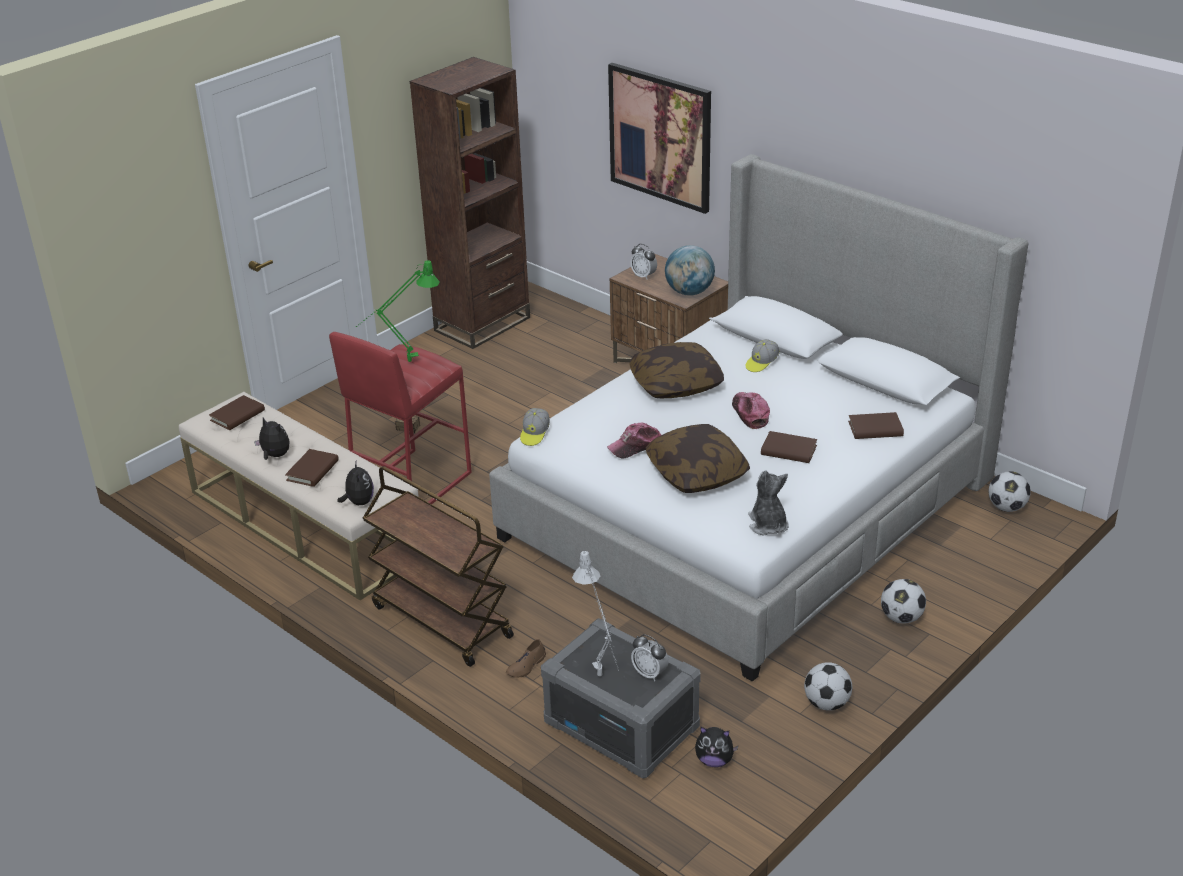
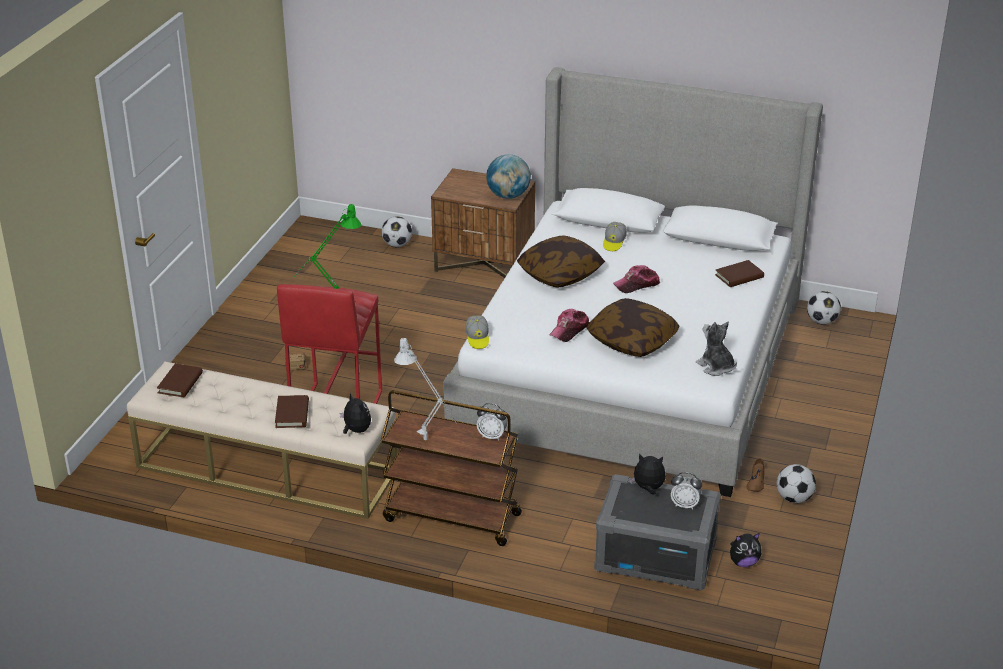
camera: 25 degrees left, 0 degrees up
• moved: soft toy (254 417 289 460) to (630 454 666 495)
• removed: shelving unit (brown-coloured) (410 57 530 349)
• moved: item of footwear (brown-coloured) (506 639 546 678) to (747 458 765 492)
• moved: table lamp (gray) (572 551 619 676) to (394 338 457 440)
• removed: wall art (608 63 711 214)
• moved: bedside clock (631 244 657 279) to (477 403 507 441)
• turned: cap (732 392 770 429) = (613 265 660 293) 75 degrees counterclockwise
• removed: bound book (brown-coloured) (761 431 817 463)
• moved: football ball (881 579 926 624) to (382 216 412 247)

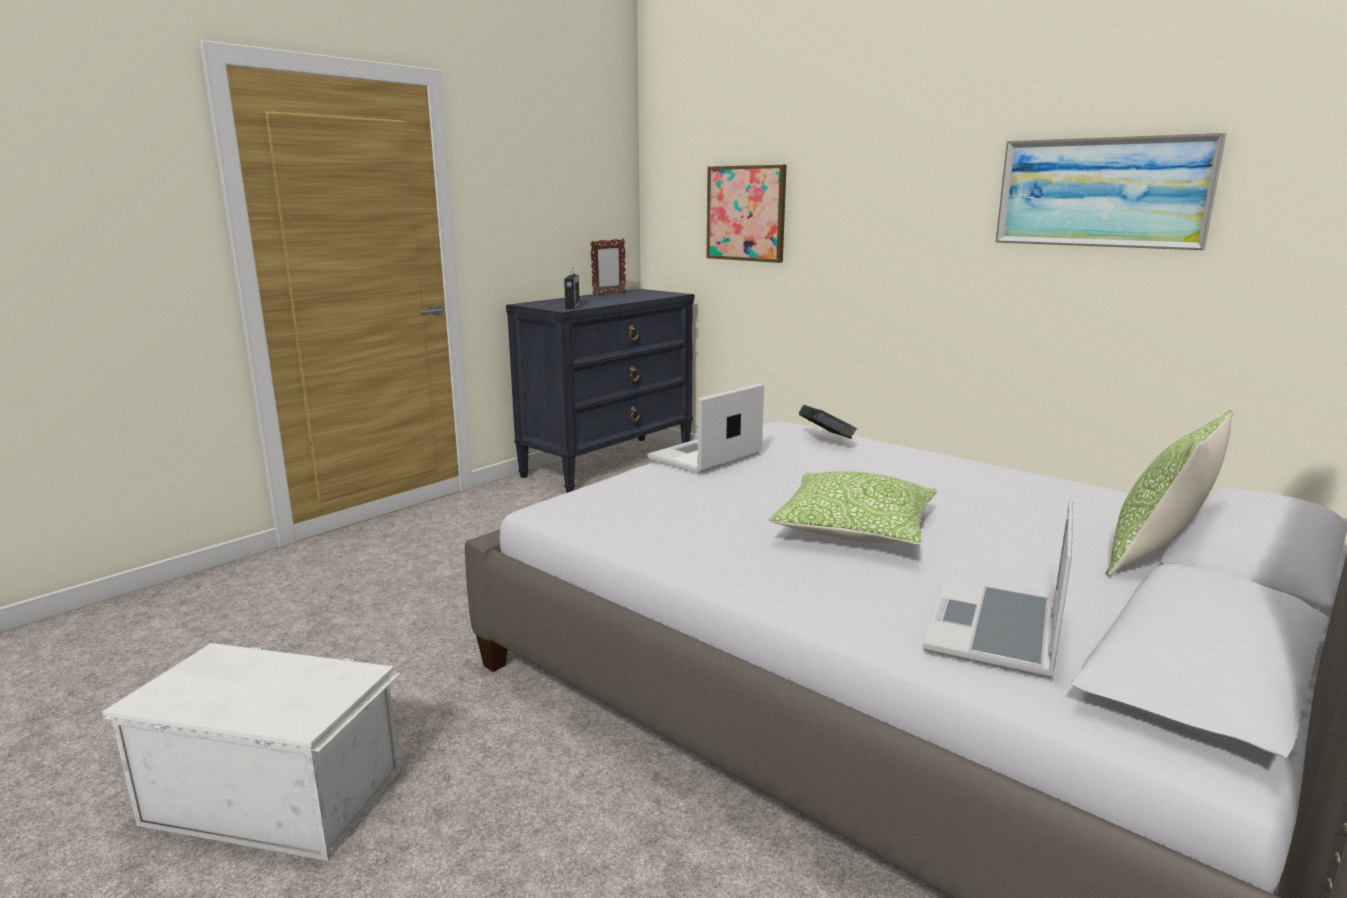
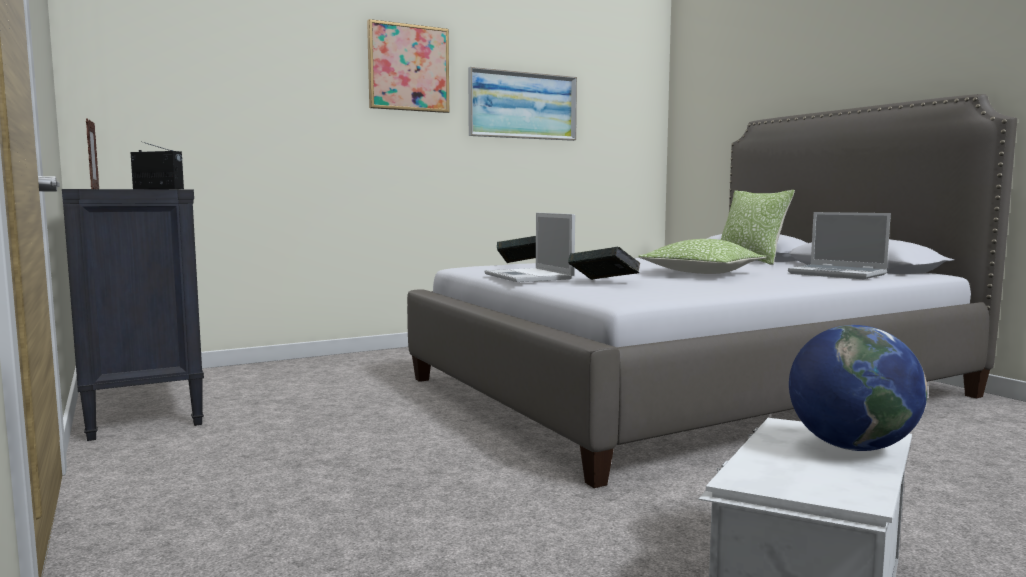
camera: 70 degrees left, 10 degrees down
• moved: wall art (707 165 786 263) to (367 19 450 113)
• added: bound book (568 247 641 280)
• added: world globe (789 325 927 451)

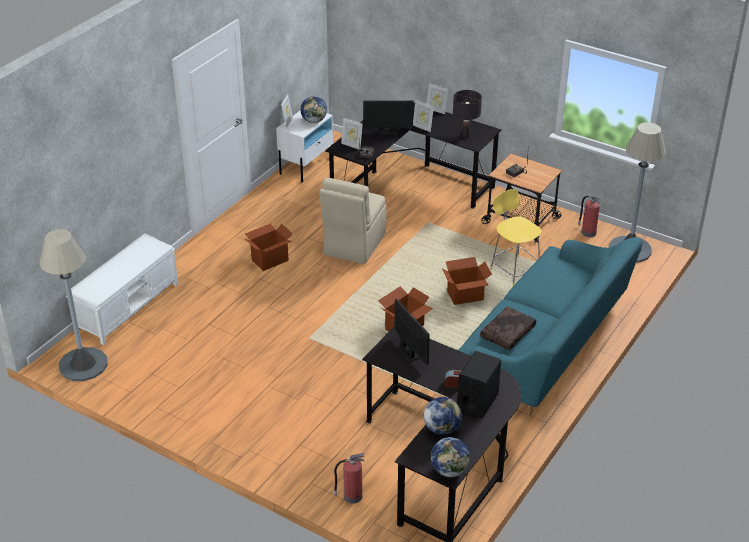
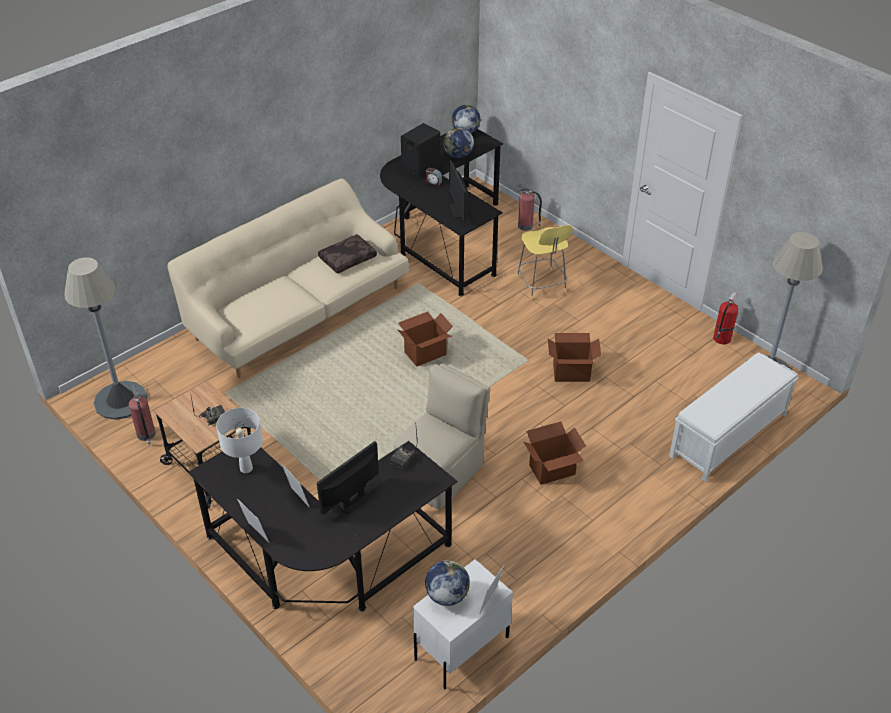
camera: 165 degrees left, 5 degrees up
• removed: picture frame (341 118 363 150)
• turned: computer screen (363 100 413 135) = (317 441 379 515) 60 degrees counterclockwise
• moved: packing box (442 257 492 305) to (548 333 601 382)
• recoloured: table lamp (black) (453 90 482 138) to table lamp (white) (216 408 263 473)
• recoloured: settee (turquoise) (458 237 643 416) to settee (beige) (168 179 409 378)
• moved: stool seat (yellow) (490 189 542 286) to (517 225 573 300)
• added: fire extinguisher (713 292 738 344)

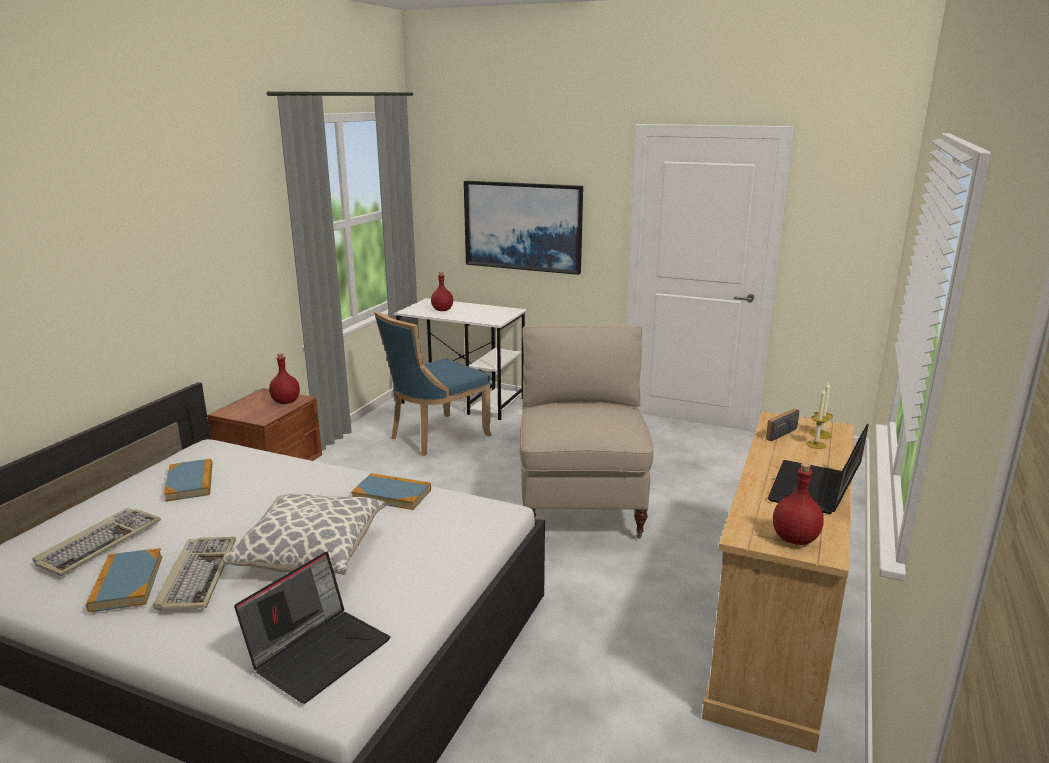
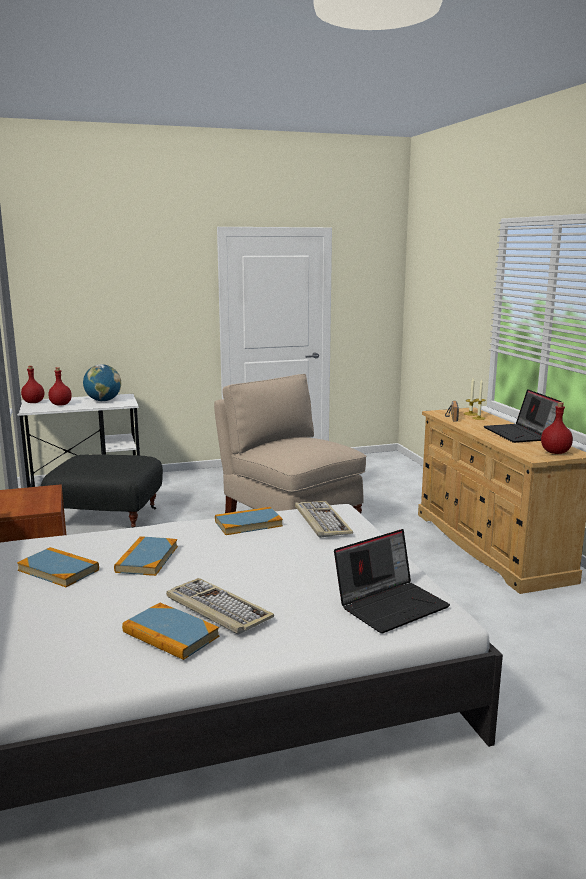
camera: 40 degrees left, 5 degrees down
• moved: computer keyboard (33 508 161 576) to (295 501 353 538)
• removed: cushion (223 494 385 575)
• turned: laptop (234 552 390 704) = (334 529 450 634) 60 degrees clockwise
• moved: drink bottle (red-coloured) (269 353 300 404) to (21 366 44 403)
• replaced: chair (bluish) (374 311 492 456) to pouffe (black) (41 454 163 528)
• removed: wall art (464 181 583 275)
• added: world globe (83 364 121 401)
• added: bound book (114 536 178 576)

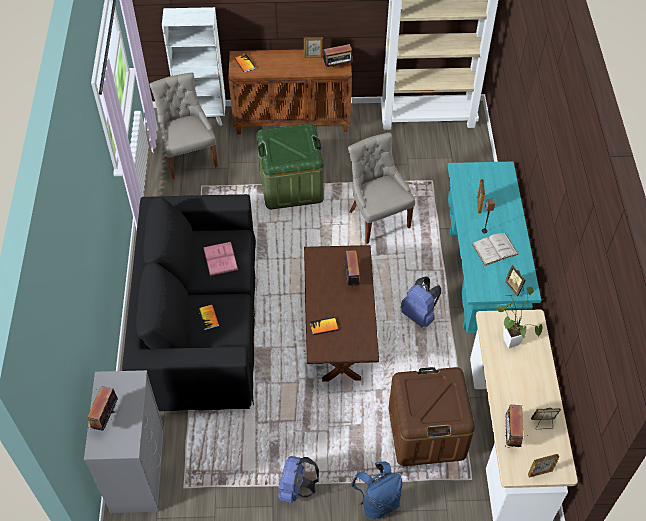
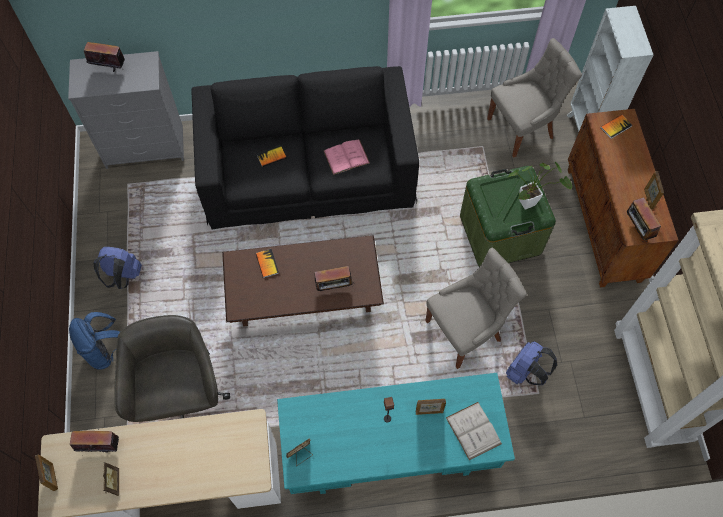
camera: 85 degrees right, 10 degrees up
• replaced: storage container (brown-coloured) (389 367 475 466) to computer chair (gray) (114 315 230 422)
• moved: rucksack (bluish) (401 276 441 328) to (506 341 557 385)
• moved: bound book (white) (472 233 519 266) to (446 402 502 460)
• moved: houseplant (496 287 543 348) to (508 162 572 210)

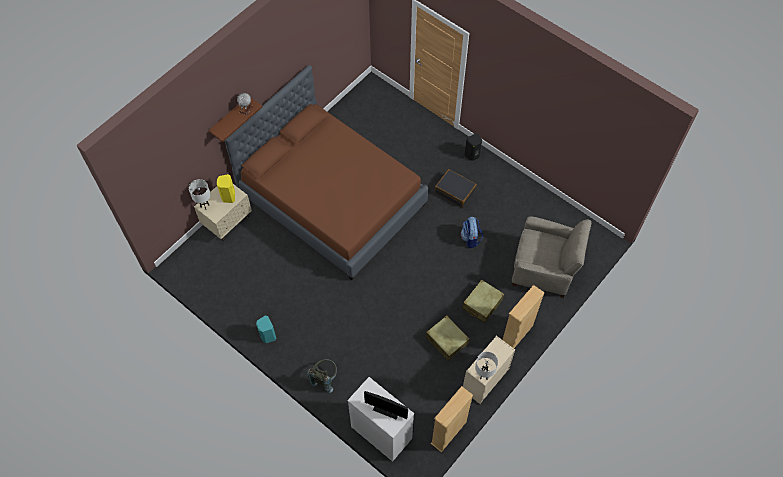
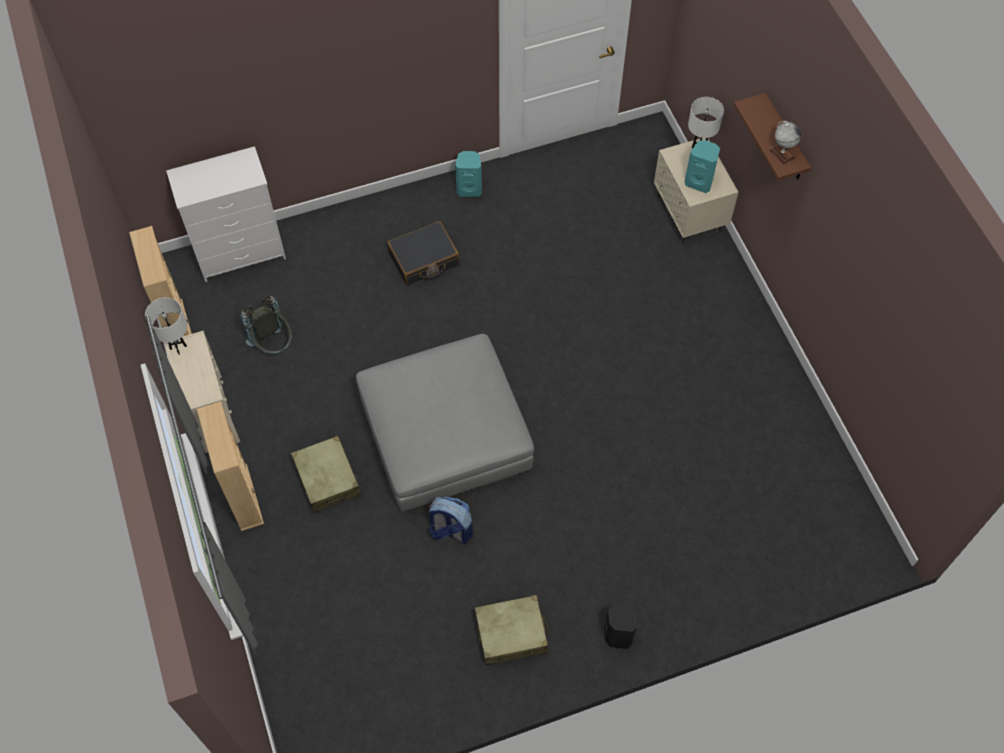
camera: 120 degrees right, 0 degrees up
• recoloured: speaker (yellow) (217 174 235 203) to speaker (turquoise) (684 140 720 193)
• removed: bed (brown-coloured) (224 65 428 280)
• moved: rucksack (gray) (307 359 337 393) to (240 296 292 354)
• removed: computer screen (364 391 408 419)
• moved: travel case (beige) (425 315 470 361) to (475 595 549 666)
• moved: travel case (black) (435 169 477 208) to (387 221 460 285)
• removed: easy chair (beige) (512 217 591 298)
• added: pouffe (gray) (356 334 534 511)

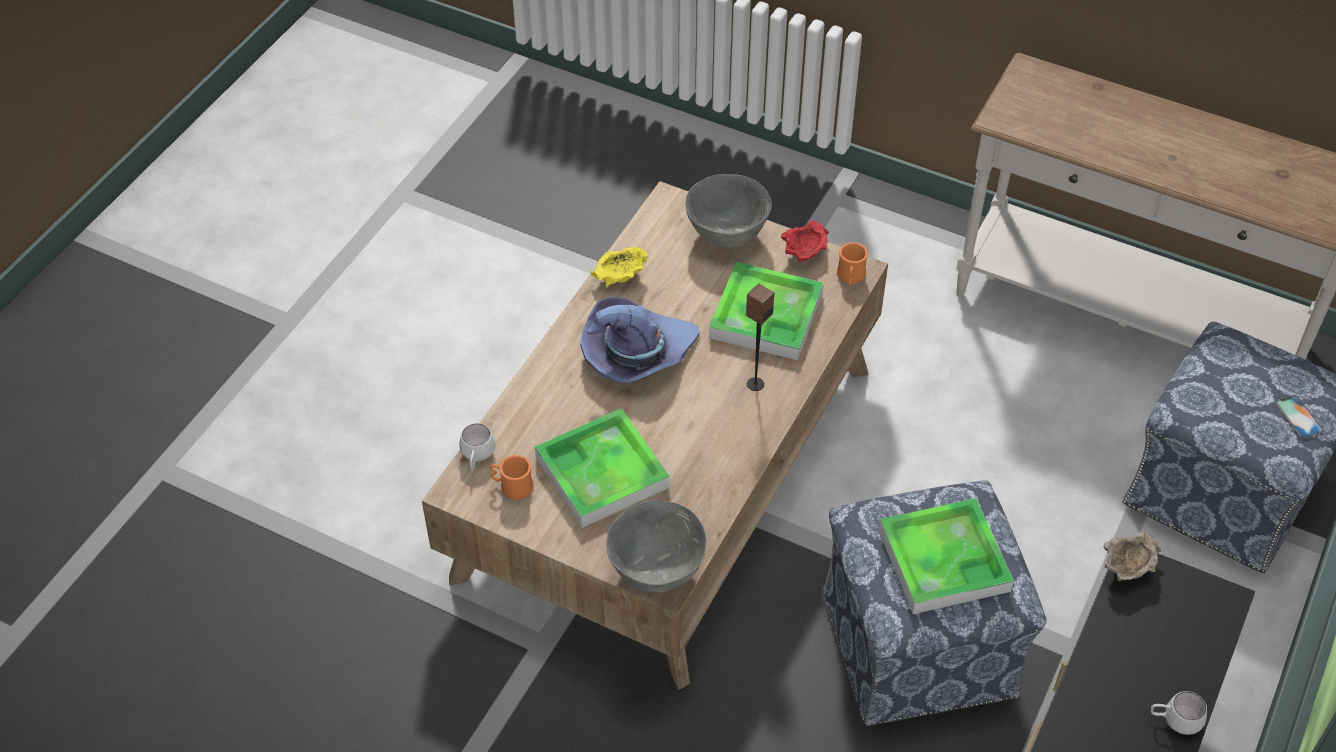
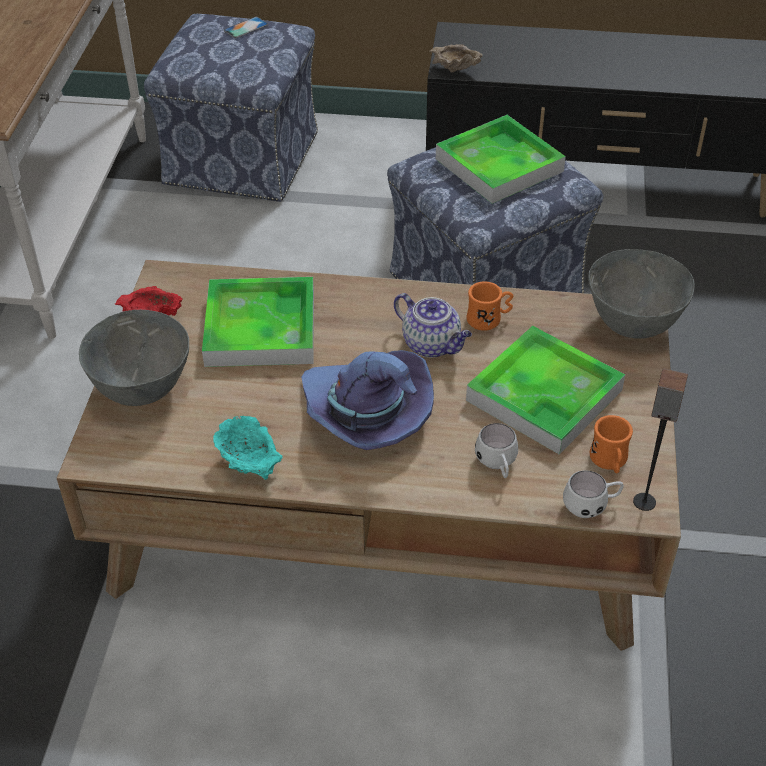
camera: 110 degrees left, 5 degrees down
• recoloured: serving bowl (yellow) (591 247 648 288) to serving bowl (turquoise) (213 416 283 480)
• moved: speaker (746 283 774 391) to (633 368 688 511)
• moved: coffee mug (orange) (837 242 868 286) to (467 281 513 331)
• moved: coffee mug (white) (1151 691 1207 735) to (475 423 518 478)
• added: teapot (394 293 472 358)

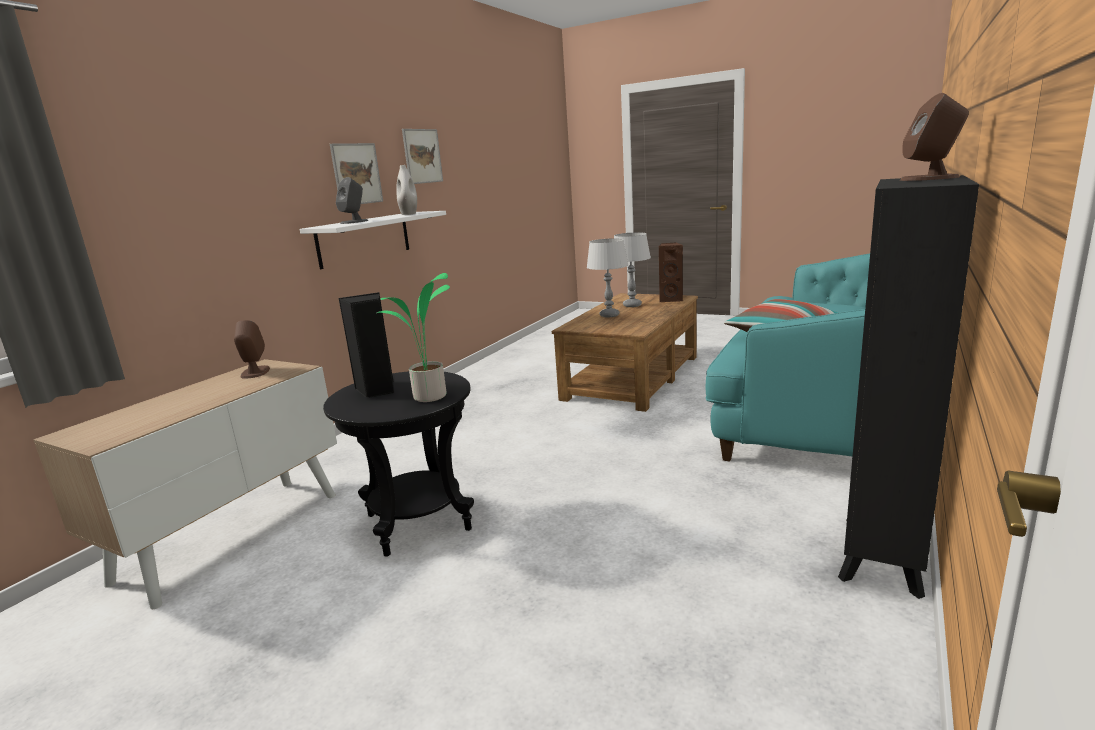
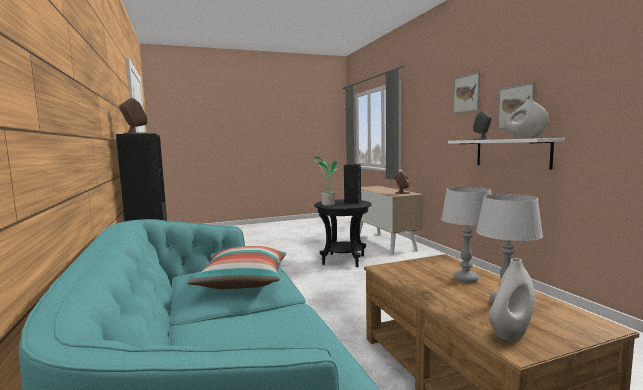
camera: 130 degrees right, 10 degrees down
• moved: wall art (402 129 443 184) to (453 72 480 113)
• replaced: speaker (brown-coloured) (659 242 683 302) to flower vase (white) (488 258 535 341)

